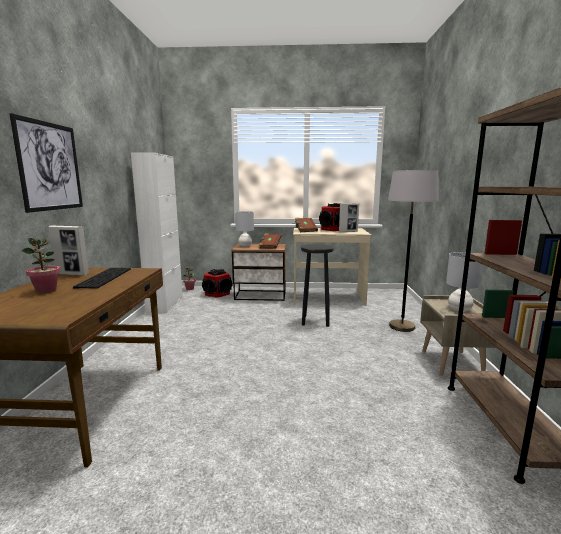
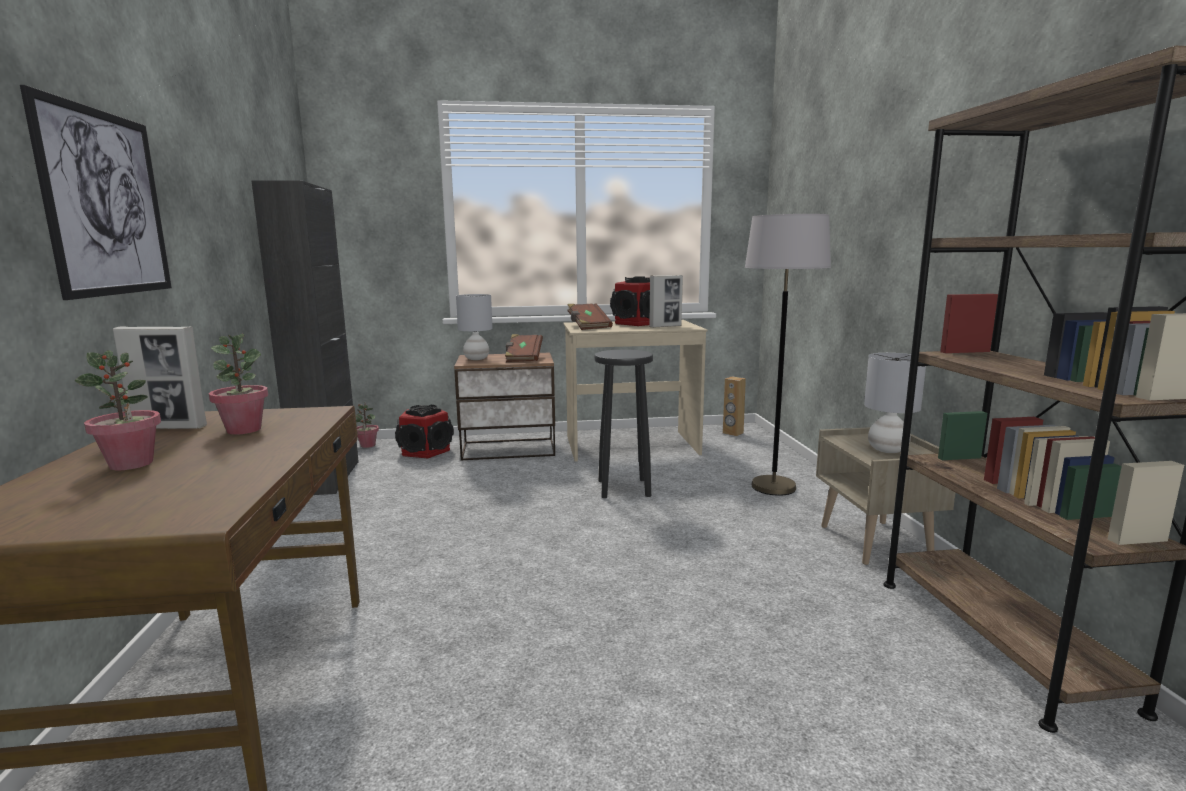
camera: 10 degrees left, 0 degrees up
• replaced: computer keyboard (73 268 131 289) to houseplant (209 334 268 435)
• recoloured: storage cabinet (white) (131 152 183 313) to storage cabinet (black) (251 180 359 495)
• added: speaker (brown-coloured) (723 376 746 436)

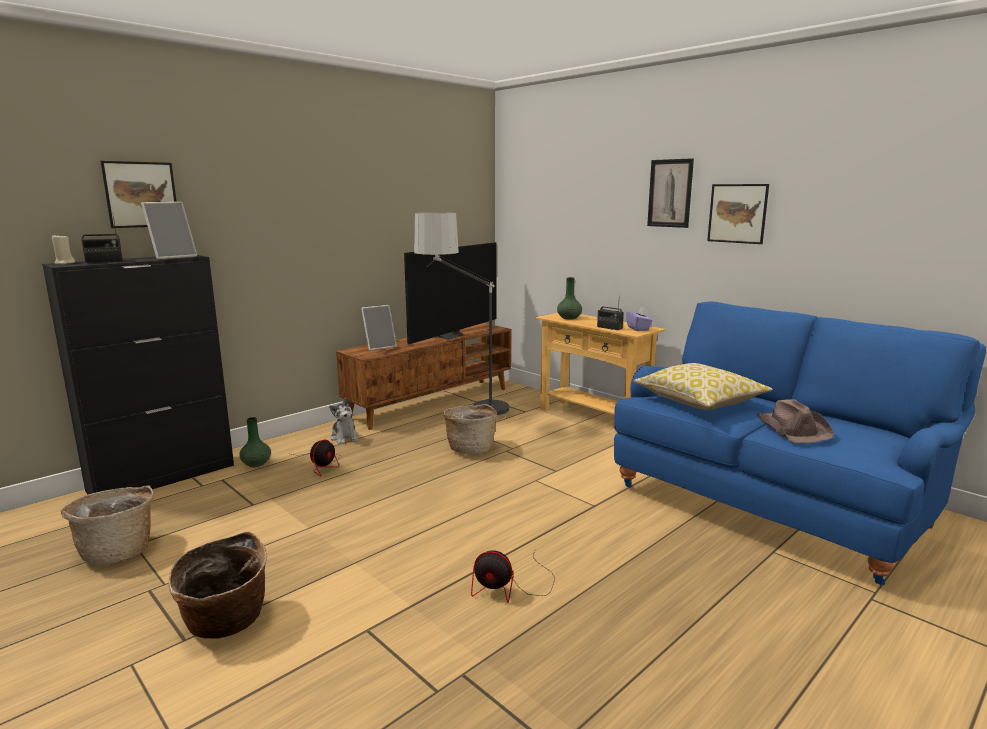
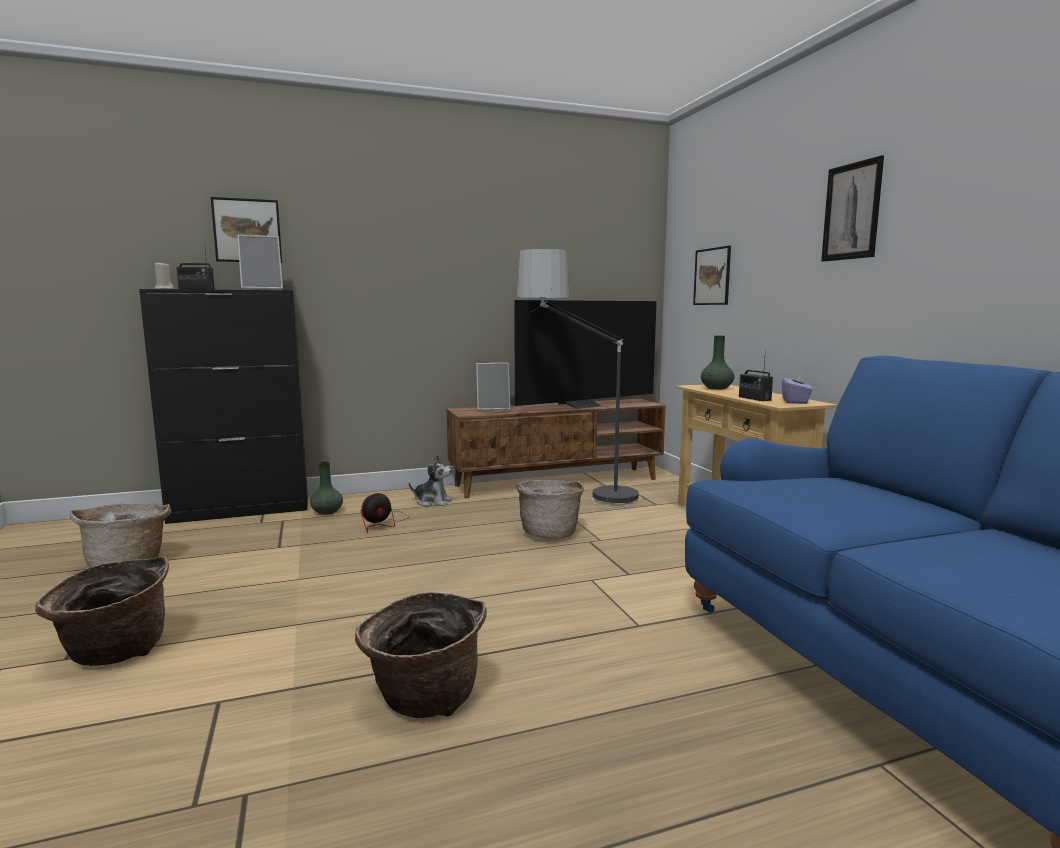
camera: 25 degrees right, 5 degrees down
• turned: soft toy (329 398 358 445) = (409 455 452 507) 75 degrees counterclockwise
• replaced: cooling fan (471 550 555 603) to storage basket (355 592 487 718)
• removed: cushion (633 363 773 410)
• moved: wall art (707 184 769 244) to (693 246 731 305)
• removed: clothing hat (brown-coloured) (756 399 834 443)

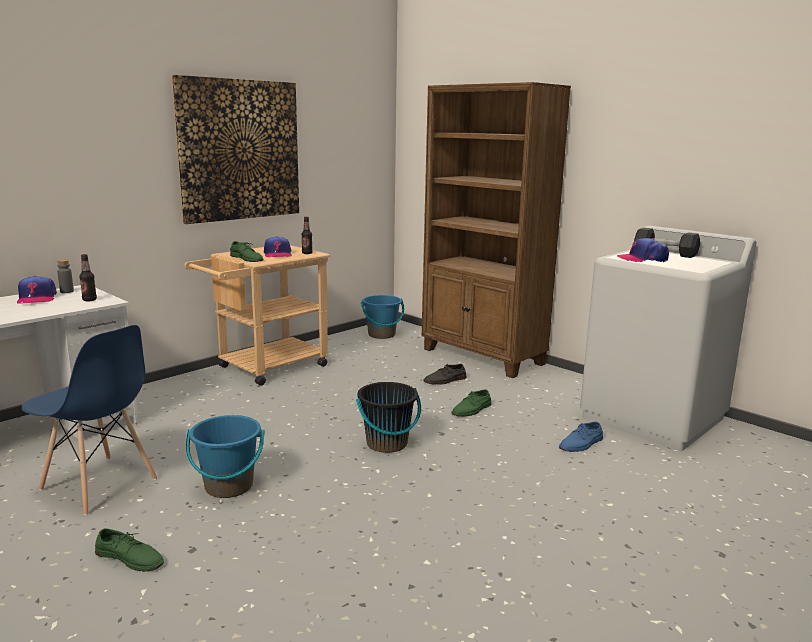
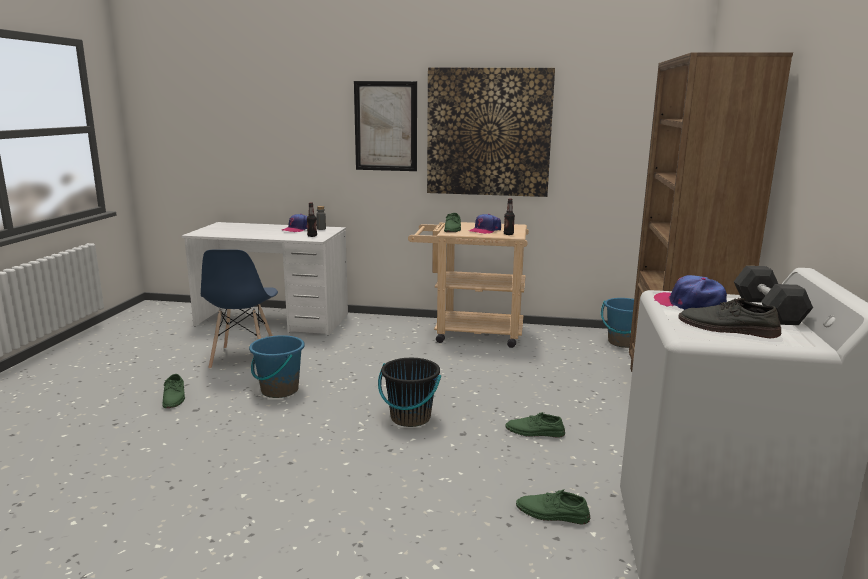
camera: 55 degrees right, 0 degrees up
• moved: item of footwear (gray) (423 364 466 385) to (678 298 781 338)
• recoloured: item of footwear (bluish) (559 422 603 452) to item of footwear (green-coloured) (516 489 590 524)
• added: wall art (354 81 417 171)

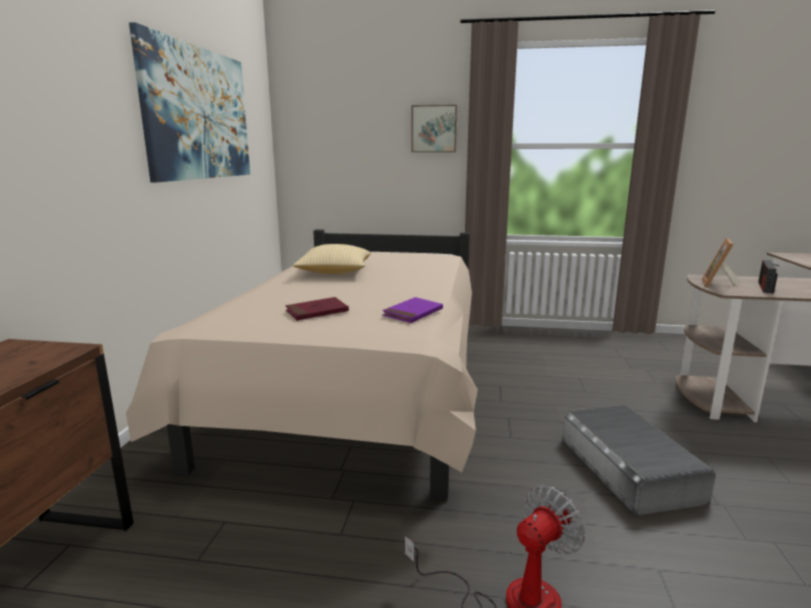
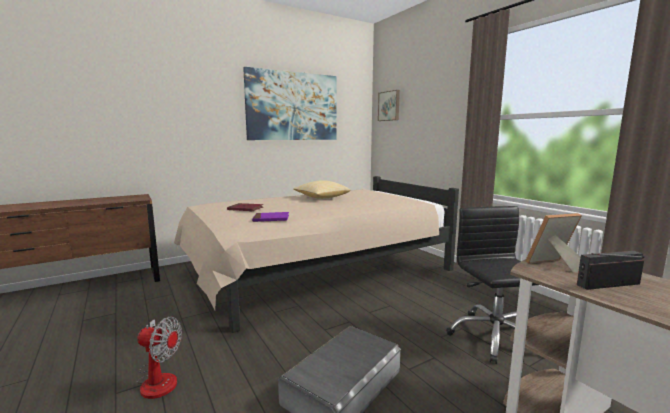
camera: 50 degrees right, 5 degrees down
• moved: wall art (411 105 457 152) to (378 90 400 121)
• added: computer chair (black) (446 206 544 364)

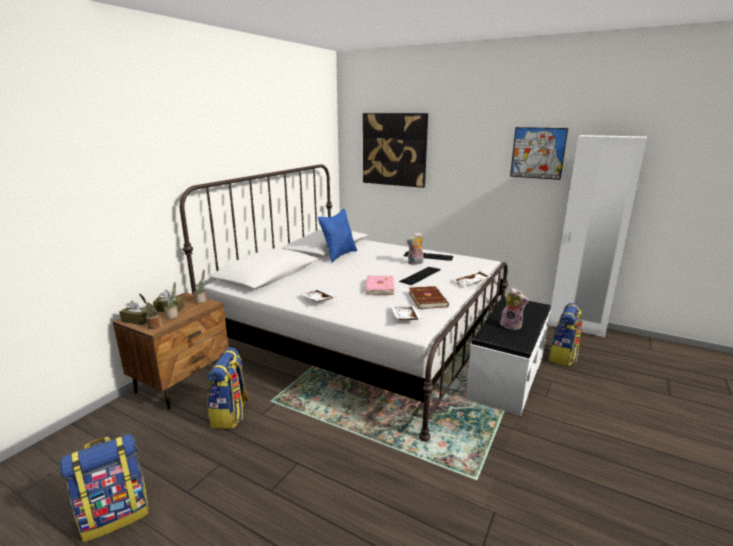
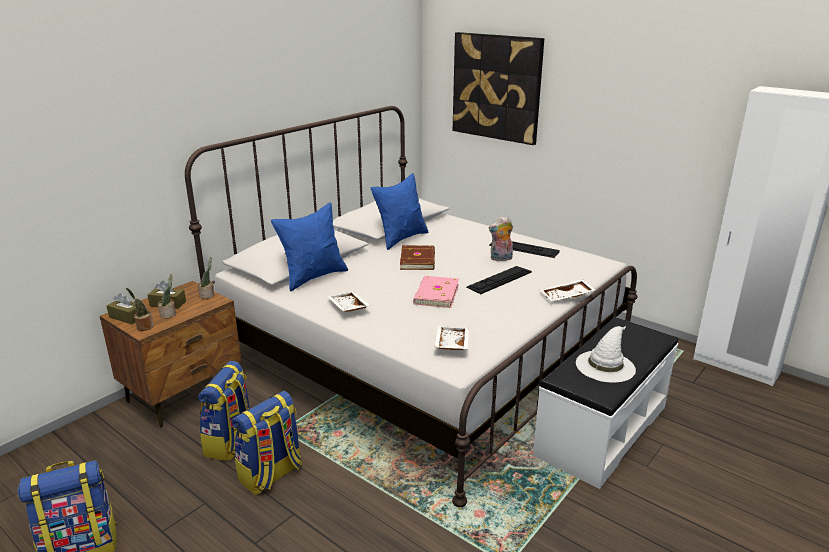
camera: 10 degrees right, 5 degrees up
• moved: bound book (brown-coloured) (409 286 449 309) to (400 245 435 270)
• replaced: soft toy (500 287 529 330) to clothing hat (white) (576 326 636 383)
• removed: wall art (510 127 568 180)
• moved: rucksack (549 303 583 366) to (232 391 302 495)
• added: cushion (bluish) (271 203 348 291)

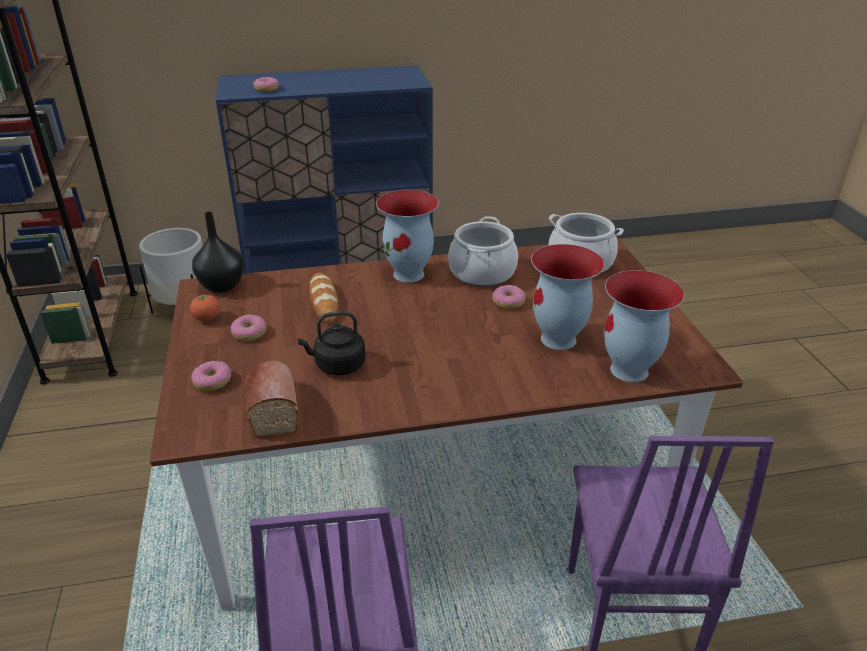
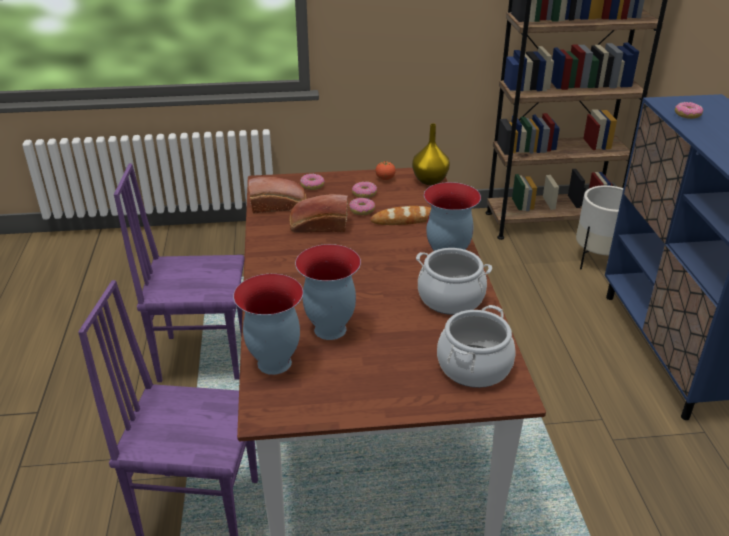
camera: 95 degrees right, 0 degrees up
• recoloured: flower vase (black) (192 212 244 293) to flower vase (yellow) (412 123 450 185)
• replaced: water kettle (black) (297 311 366 375) to baked bread (289 194 348 233)
• moved: donut (493 285 526 309) to (349 198 375 215)

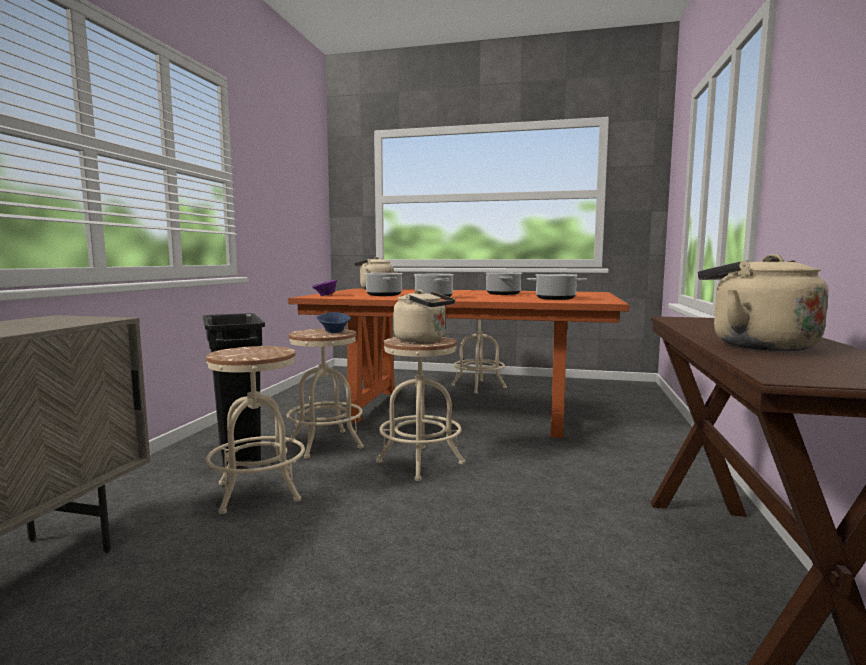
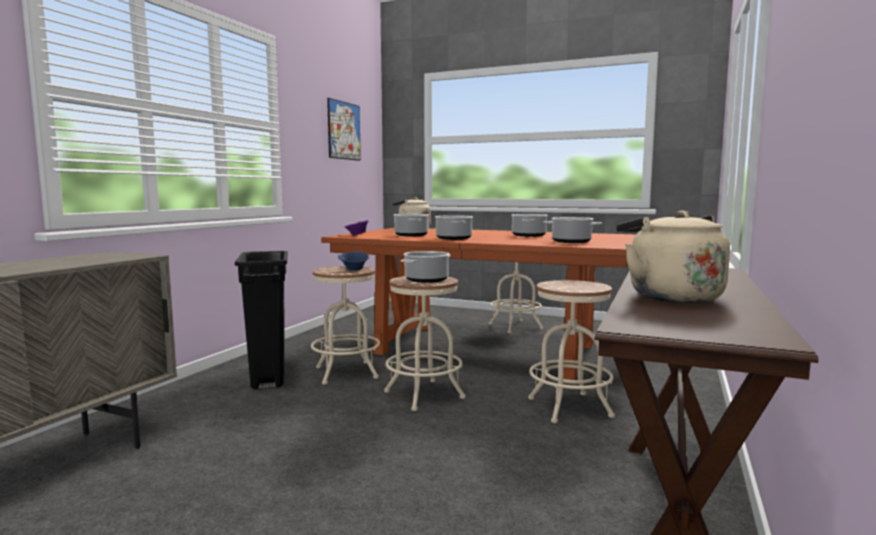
camera: 10 degrees right, 0 degrees up
• moved: stool seat (beige) (206 346 305 514) to (528 280 615 423)
• replaced: water kettle (beige) (393 290 455 343) to saucepot (401 251 451 283)
• added: wall art (327 98 361 161)

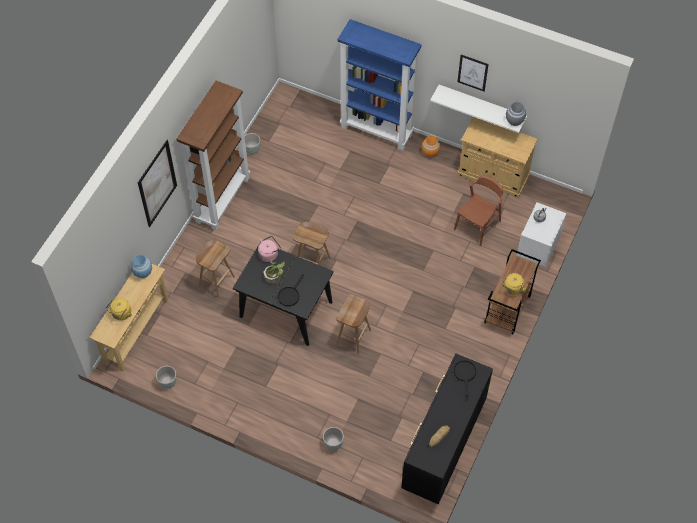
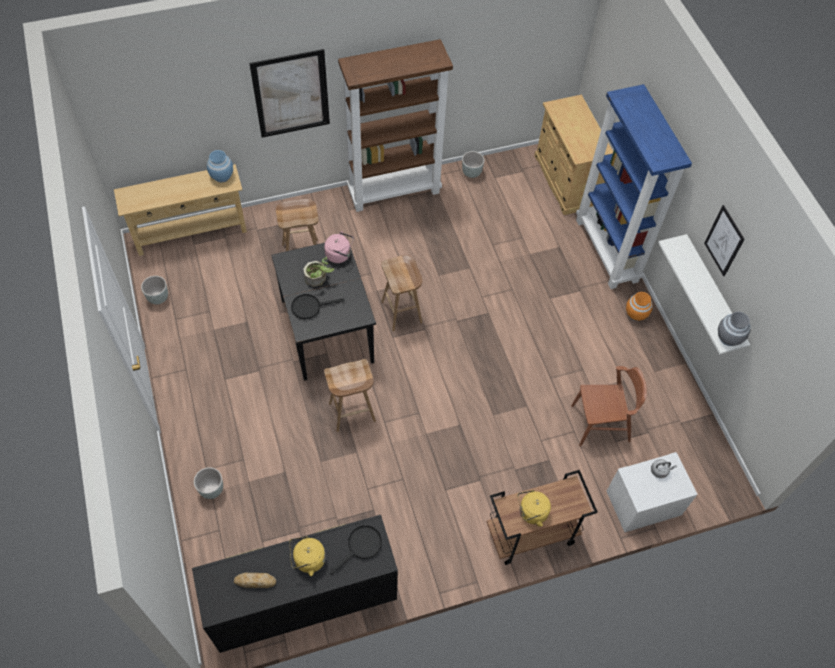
camera: 45 degrees right, 0 degrees up
• moved: water kettle (yellow) (105 298 132 320) to (289 536 326 576)
• moved: storage cabinet (beige) (457 117 538 199) to (534 94 613 215)

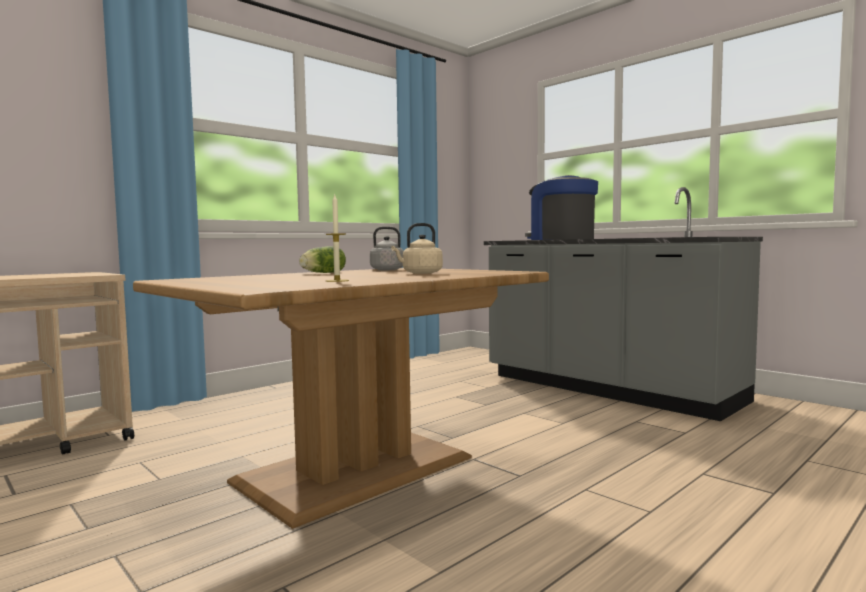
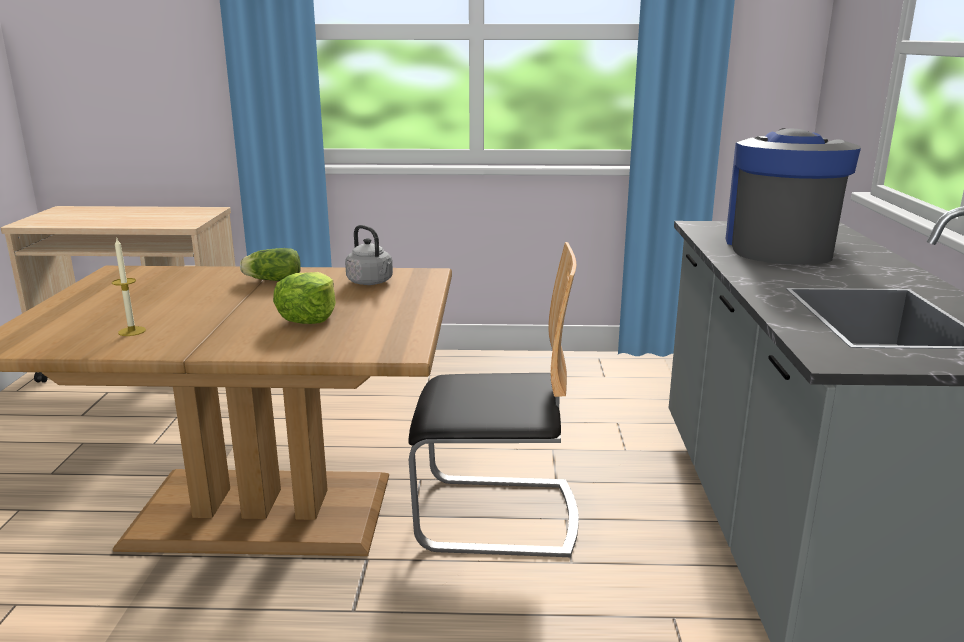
camera: 45 degrees right, 15 degrees up
• replaced: water kettle (beige) (391 223 443 274) to lettuce head (273 272 336 324)
• added: chair (408 242 579 557)

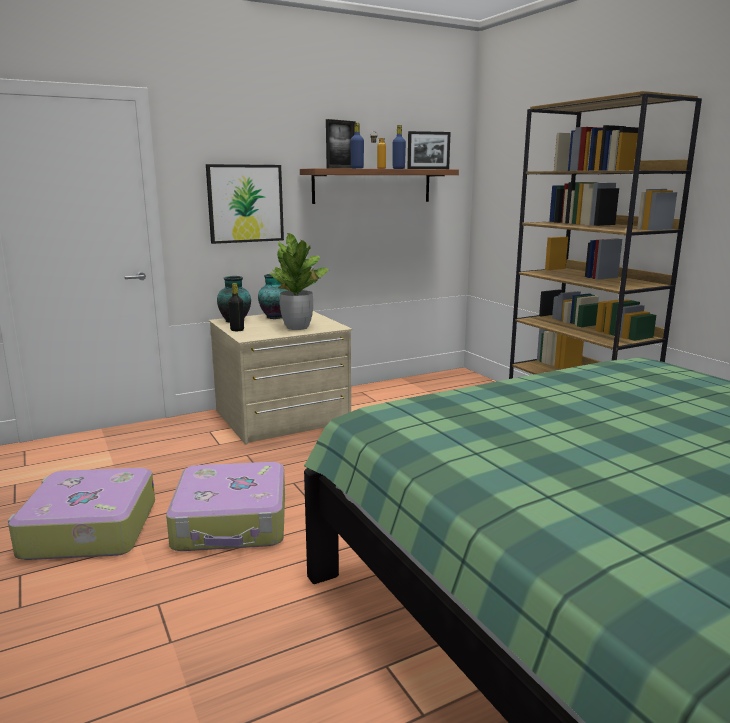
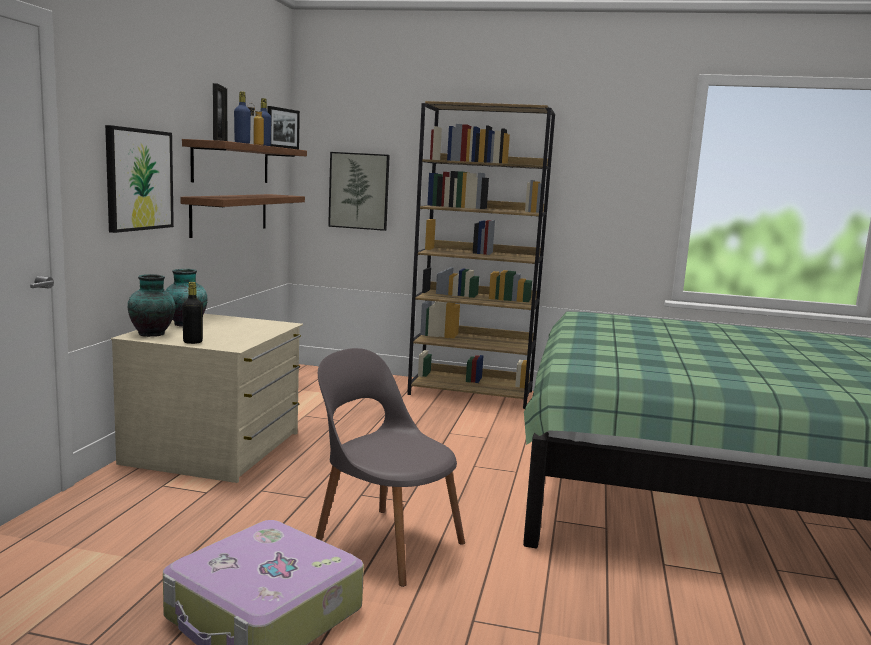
camera: 50 degrees left, 5 degrees down
• replaced: travel case (166 462 285 551) to chair (gray) (316 348 465 587)
• removed: houseplant (270 233 329 330)
• added: bracket shelf (180 194 305 238)
• added: wall art (328 152 390 231)

